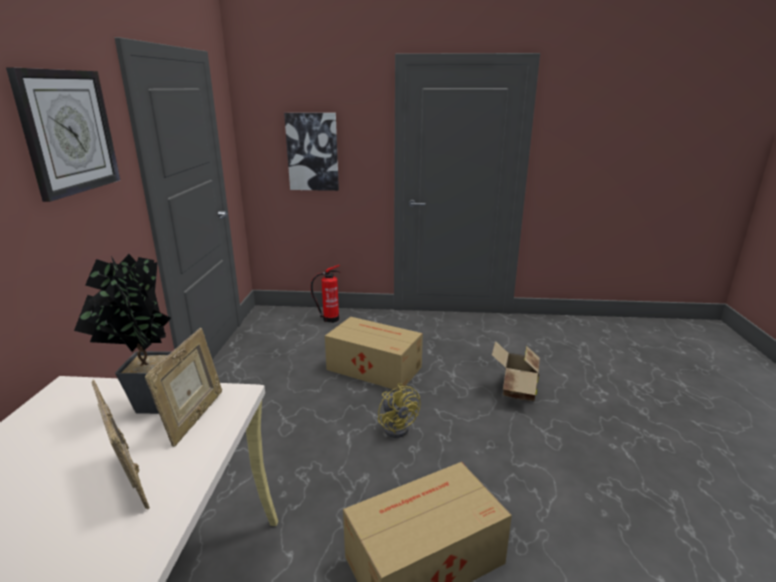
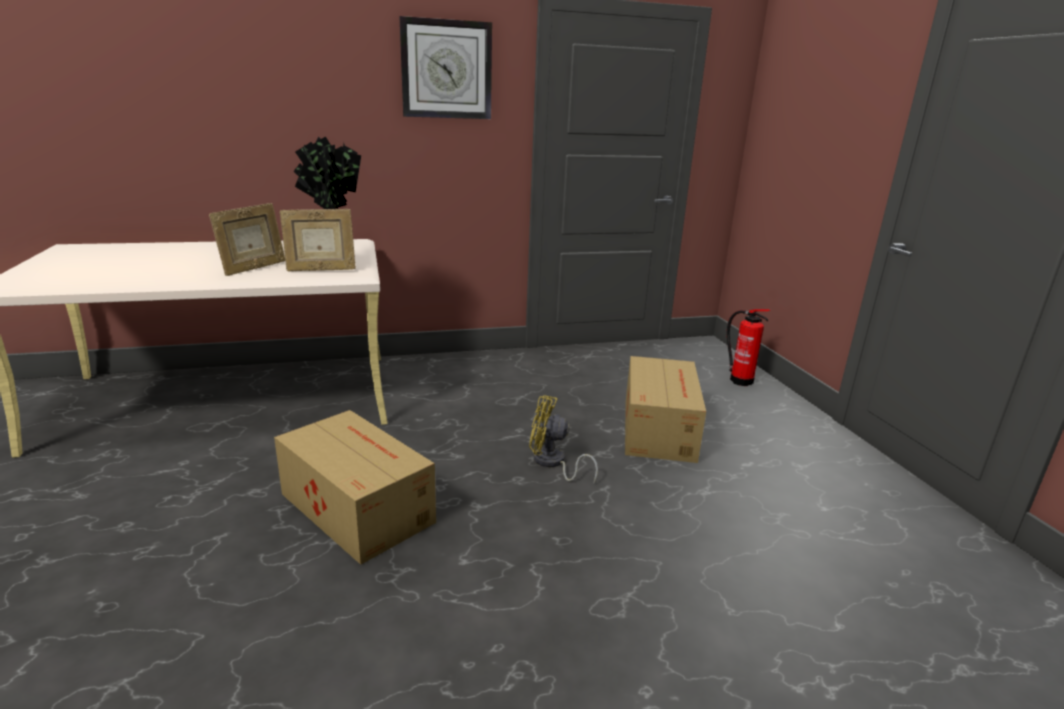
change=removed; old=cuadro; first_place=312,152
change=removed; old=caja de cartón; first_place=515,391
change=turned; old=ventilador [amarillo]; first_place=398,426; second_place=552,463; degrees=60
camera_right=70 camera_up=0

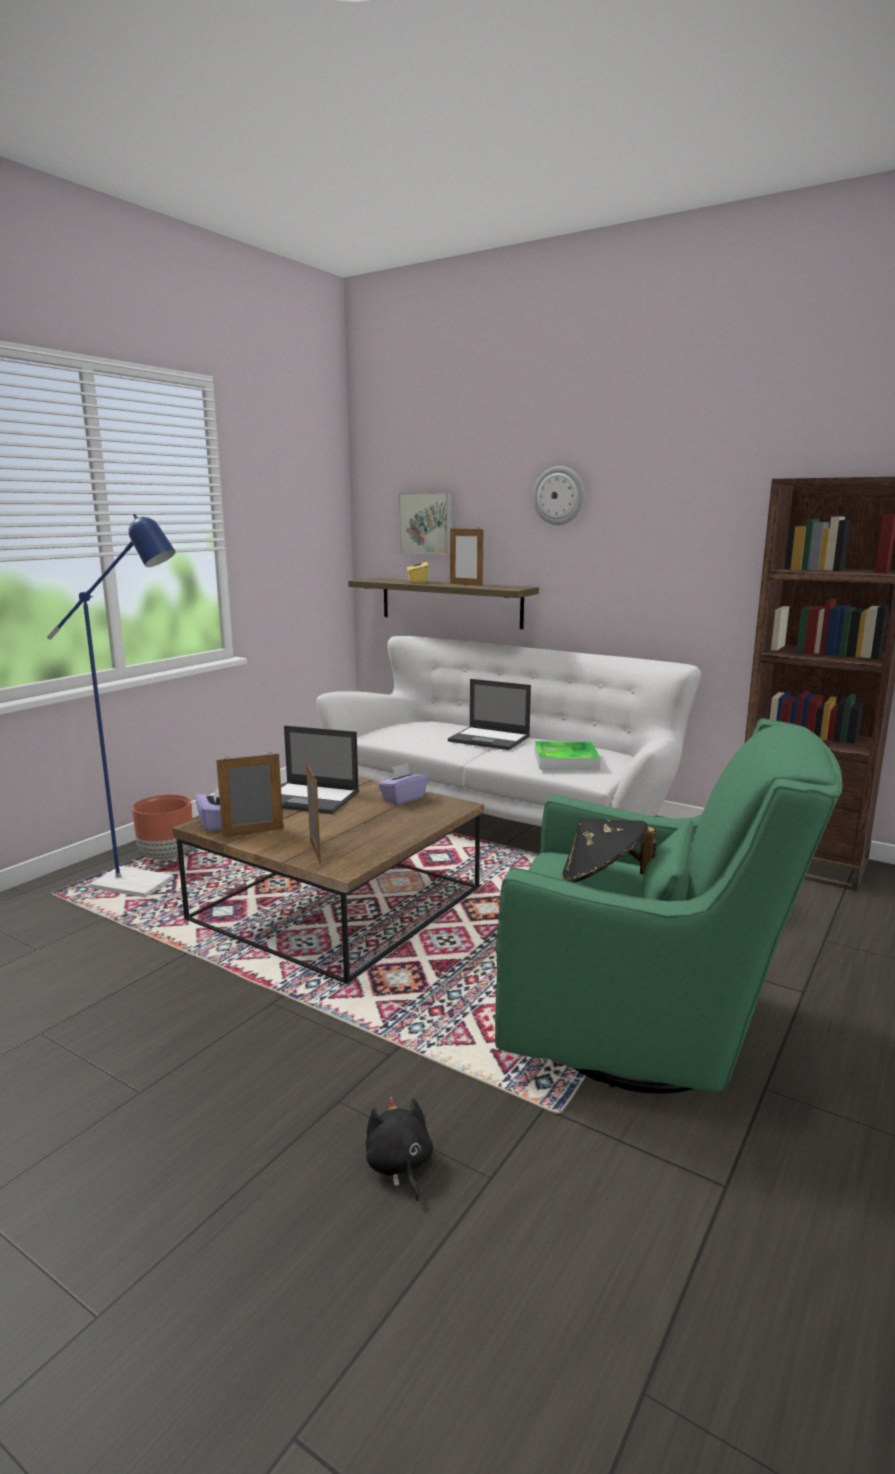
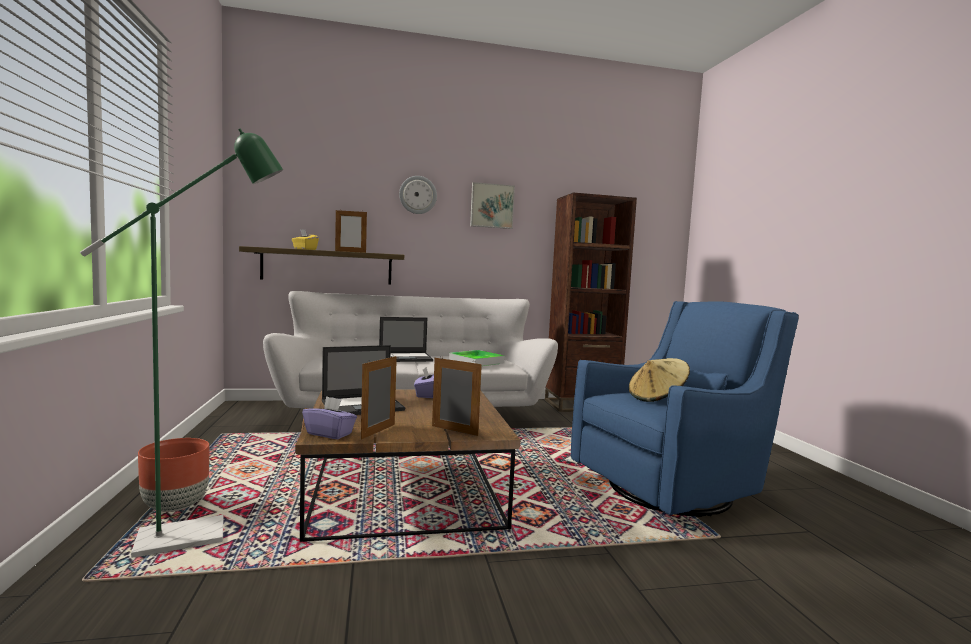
change=removed; old=peluche [negro]; first_place=399,1165
change=moved; old=cuadro; first_place=427,523; second_place=491,206
change=recoloured; old=lámpara de pie [azul]; new=lámpara de pie [verde]; first_place=144,886; second_place=199,535
change=recoloured; old=sillón [verde]; new=sillón [azul]; first_place=646,1031; second_place=673,488
change=recoloured; old=sombrero [negro]; new=sombrero [beis]; first_place=603,881; second_place=657,398
camera_right=-45 camera_up=-10

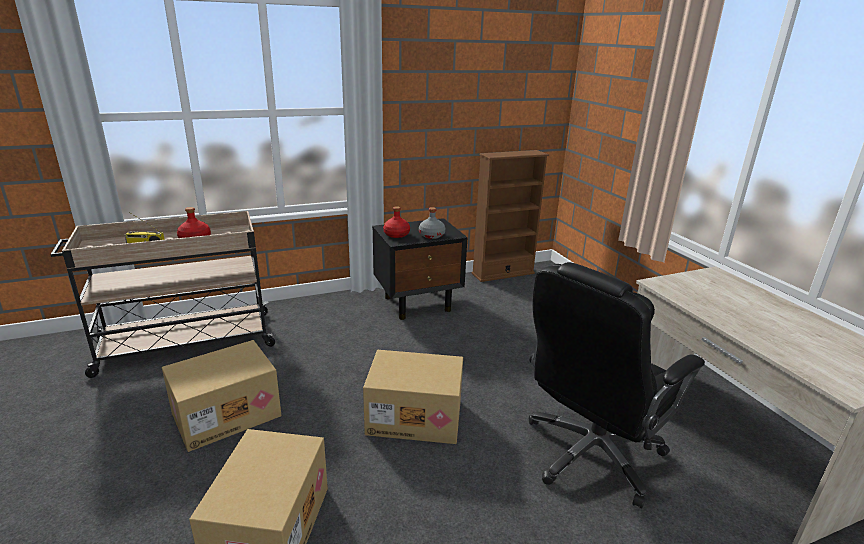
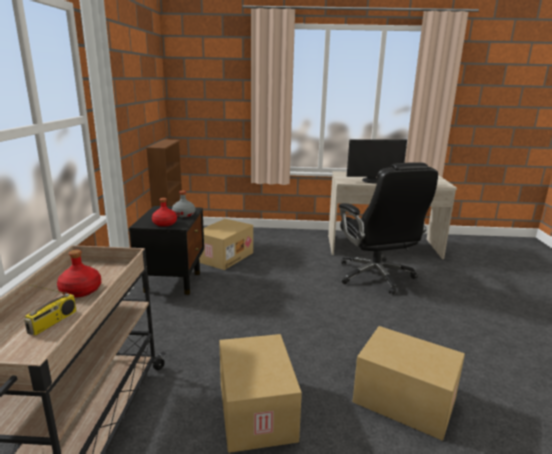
change=added; new=monitor; second_place=373,181
change=moved; old=caja de cartón; first_place=415,416; second_place=224,257
camera_right=-65 camera_up=-5

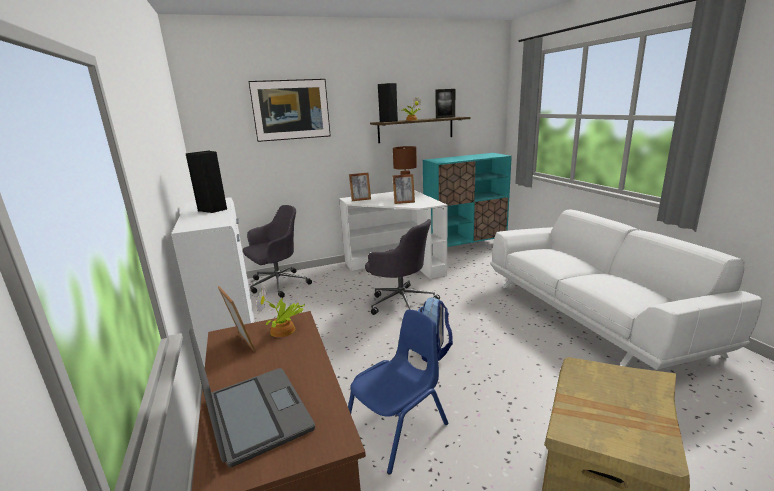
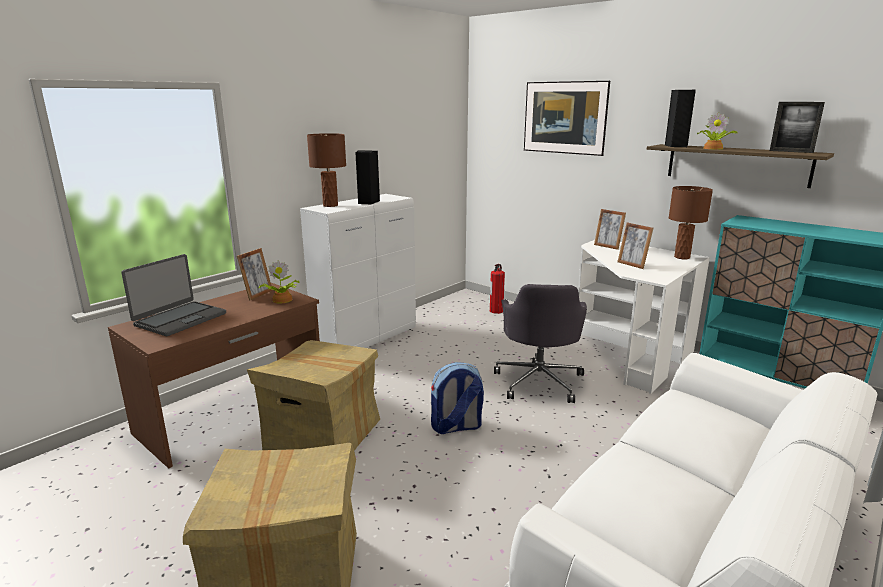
change=added; new=lámpara de mesa [marrón]; second_place=330,205
change=replaced; old=silla de oficina [gris]; new=extintor; first_place=278,284; second_place=496,310
change=replaced; old=silla [azul]; new=caja de cartón; first_place=397,429; second_place=323,437
camera_right=60 camera_up=0

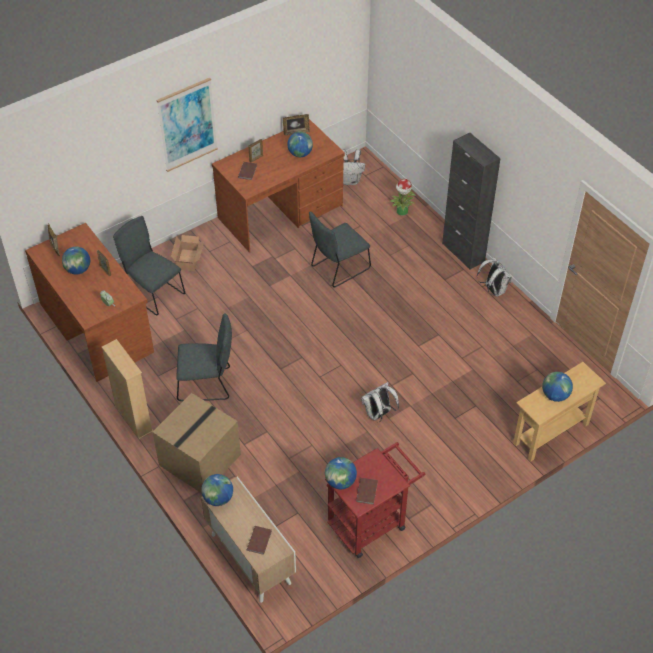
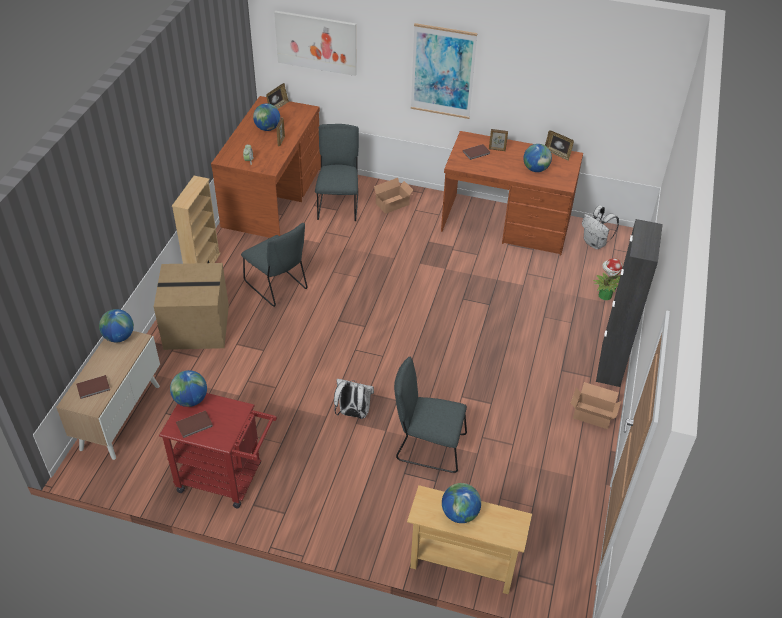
change=added; new=cuadro; second_place=316,42
change=moved; old=silla [gris]; first_place=338,268; second_place=427,447
change=replaced; old=mochila [blanco]; new=caja de cartón; first_place=493,290; second_place=592,413
camera_right=50 camera_up=-5

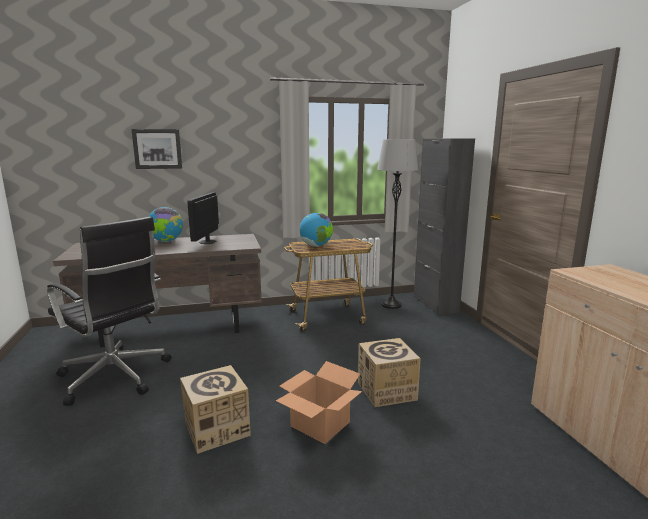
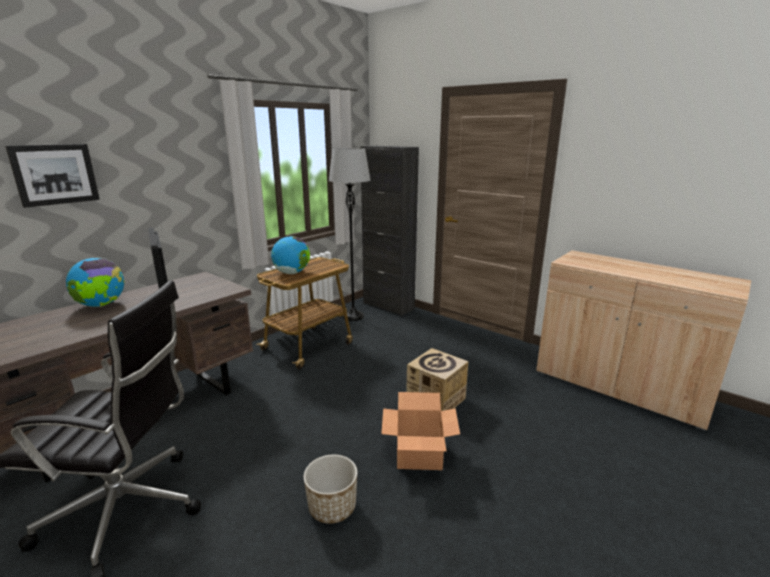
change=replaced; old=caja de cartón; new=maceta; first_place=216,429; second_place=332,507
camera_right=-35 camera_up=5

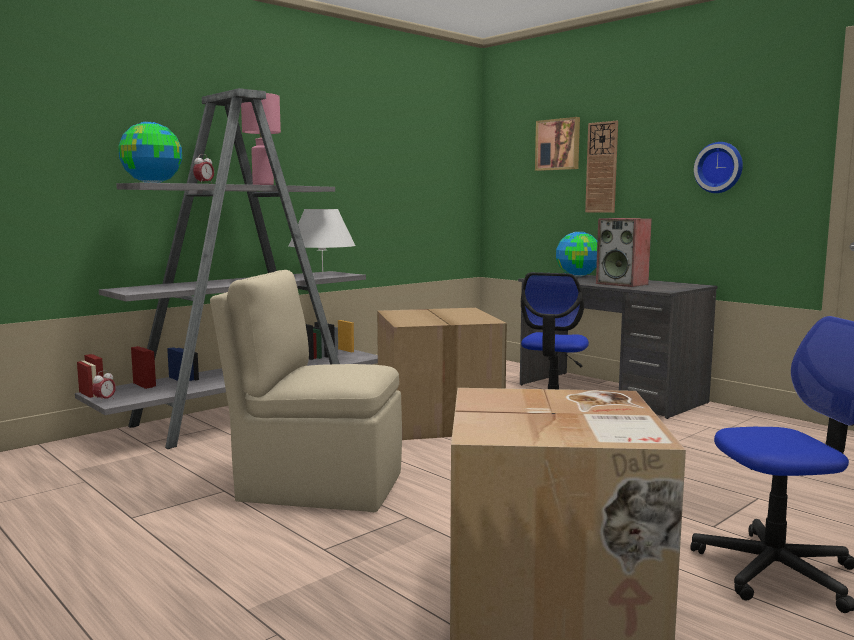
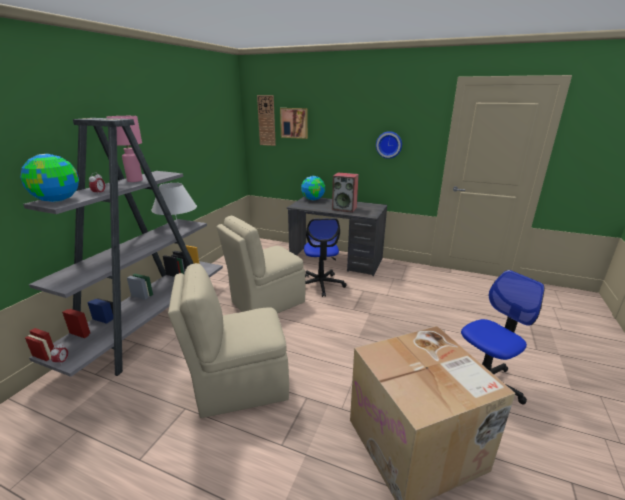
change=moved; old=reloj de pared; first_place=602,167; second_place=266,120
change=replaced; old=caja de cartón; new=silla [beis]; first_place=436,420; second_place=266,303
camera_right=-25 camera_up=15

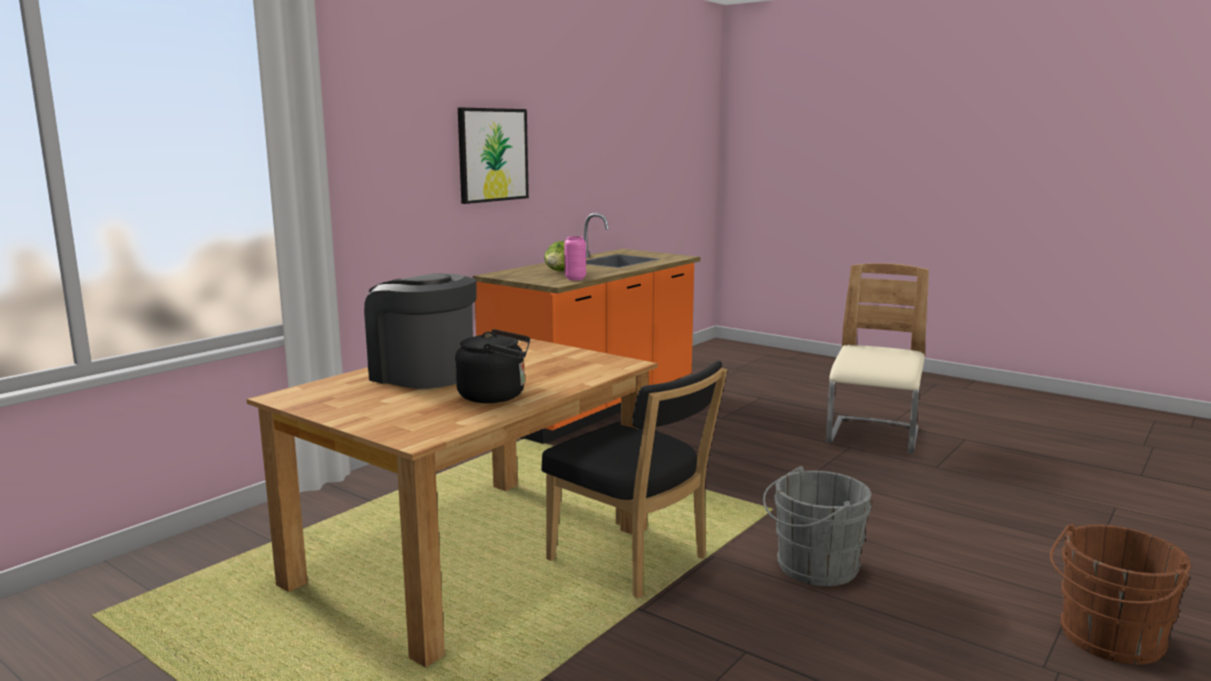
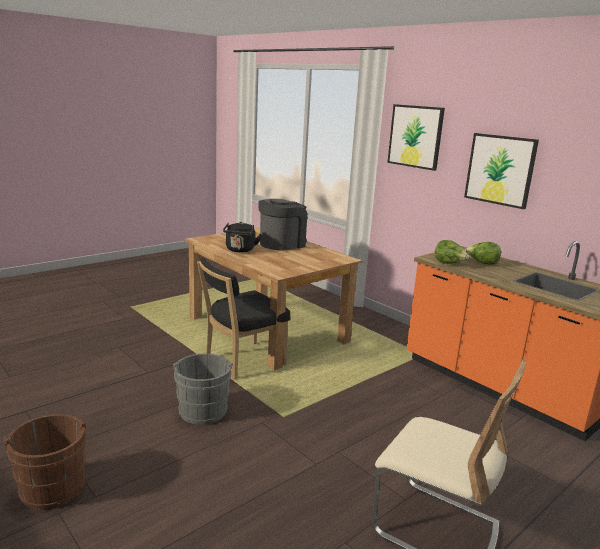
change=added; new=cuadro; second_place=415,136
change=replaced; old=florero [rosa]; new=lechuga; first_place=575,279; second_place=449,264
camera_right=100 camera_up=5

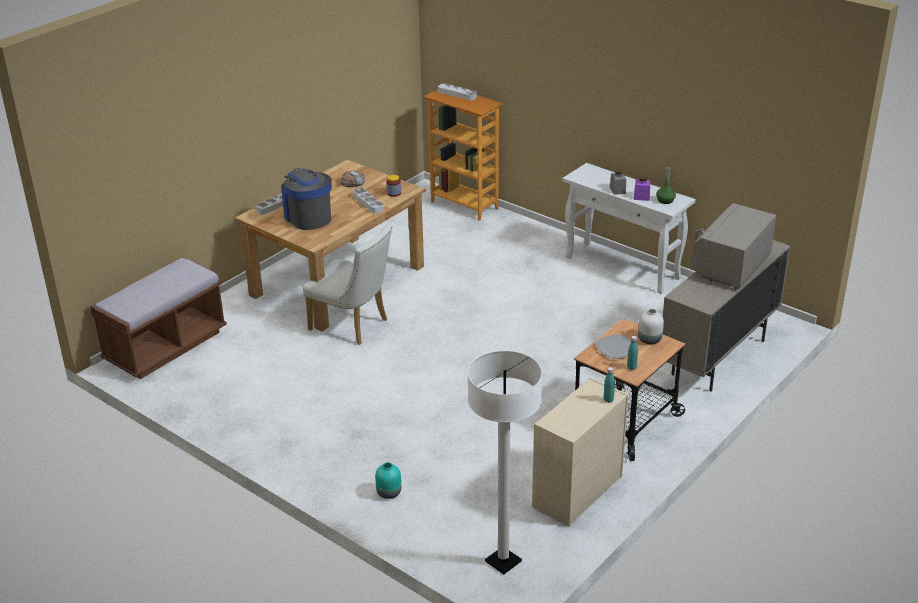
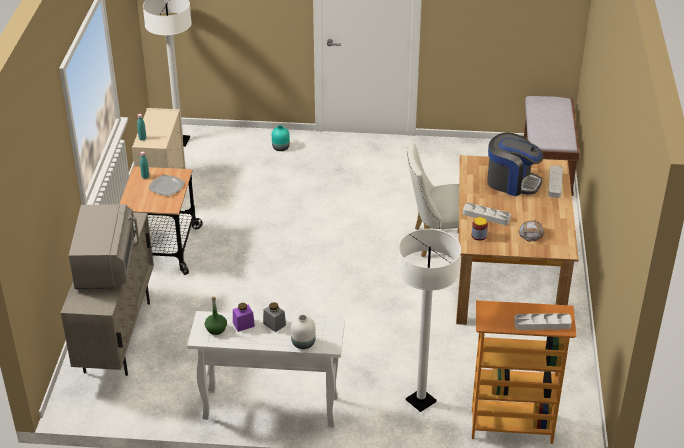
change=added; new=lámpara de pie [blanco]; second_place=421,401
change=moved; old=florero [blanco]; first_place=650,339; second_place=303,343
camera_right=145 camera_up=5

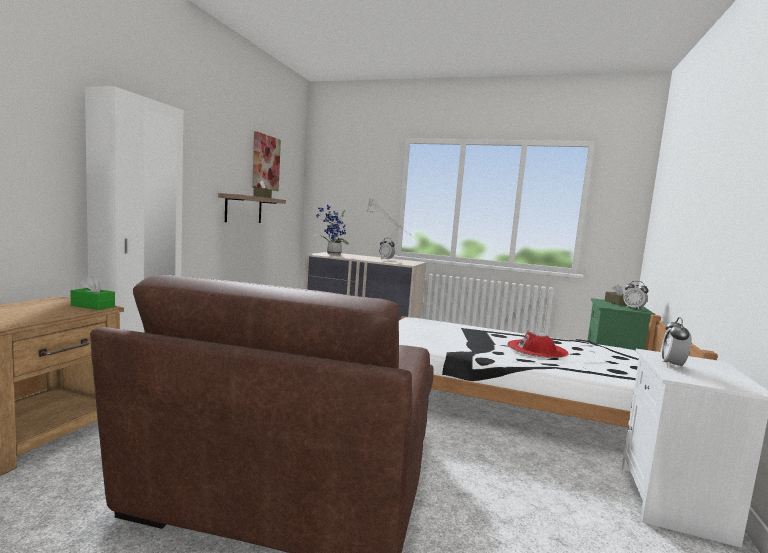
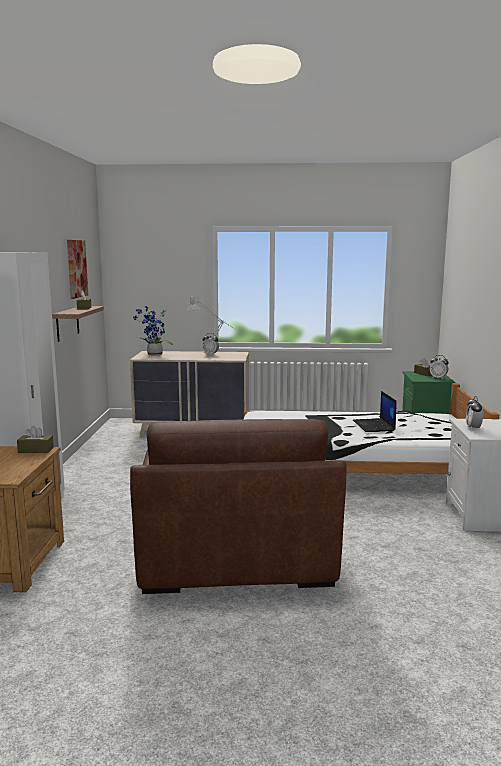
change=replaced; old=sombrero [rojo]; new=portátil; first_place=537,349; second_place=374,426
change=recoloured; old=caja de pañuelos [verde]; new=caja de pañuelos [marrón]; first_place=93,306; second_place=36,450
camera_right=-15 camera_up=5

